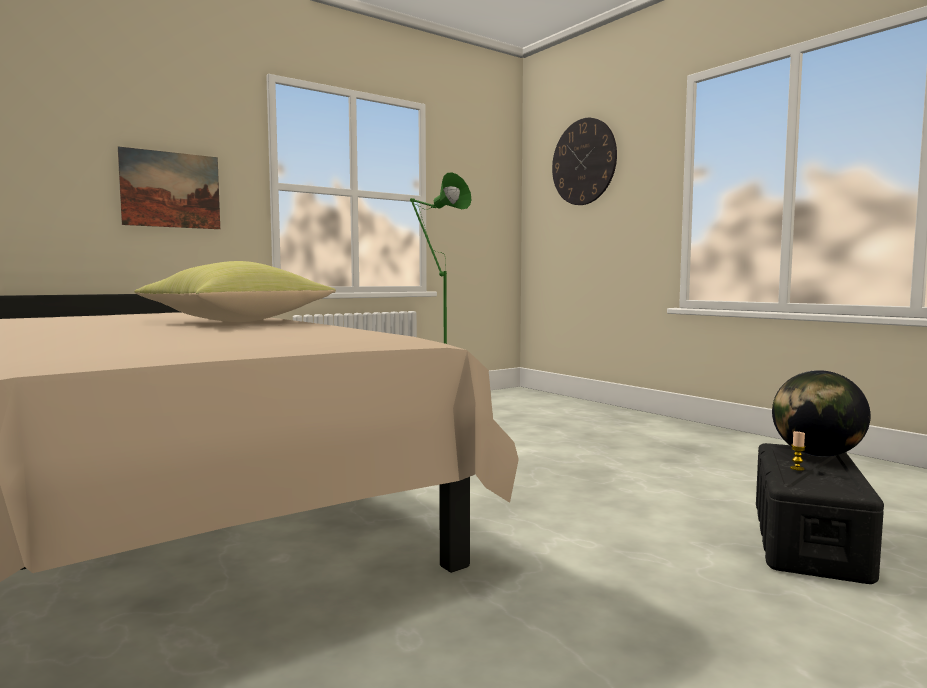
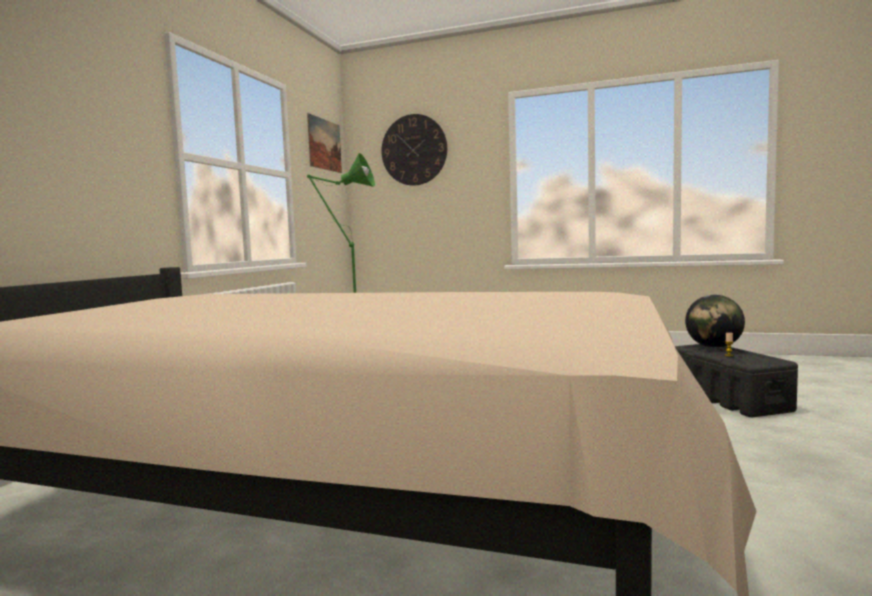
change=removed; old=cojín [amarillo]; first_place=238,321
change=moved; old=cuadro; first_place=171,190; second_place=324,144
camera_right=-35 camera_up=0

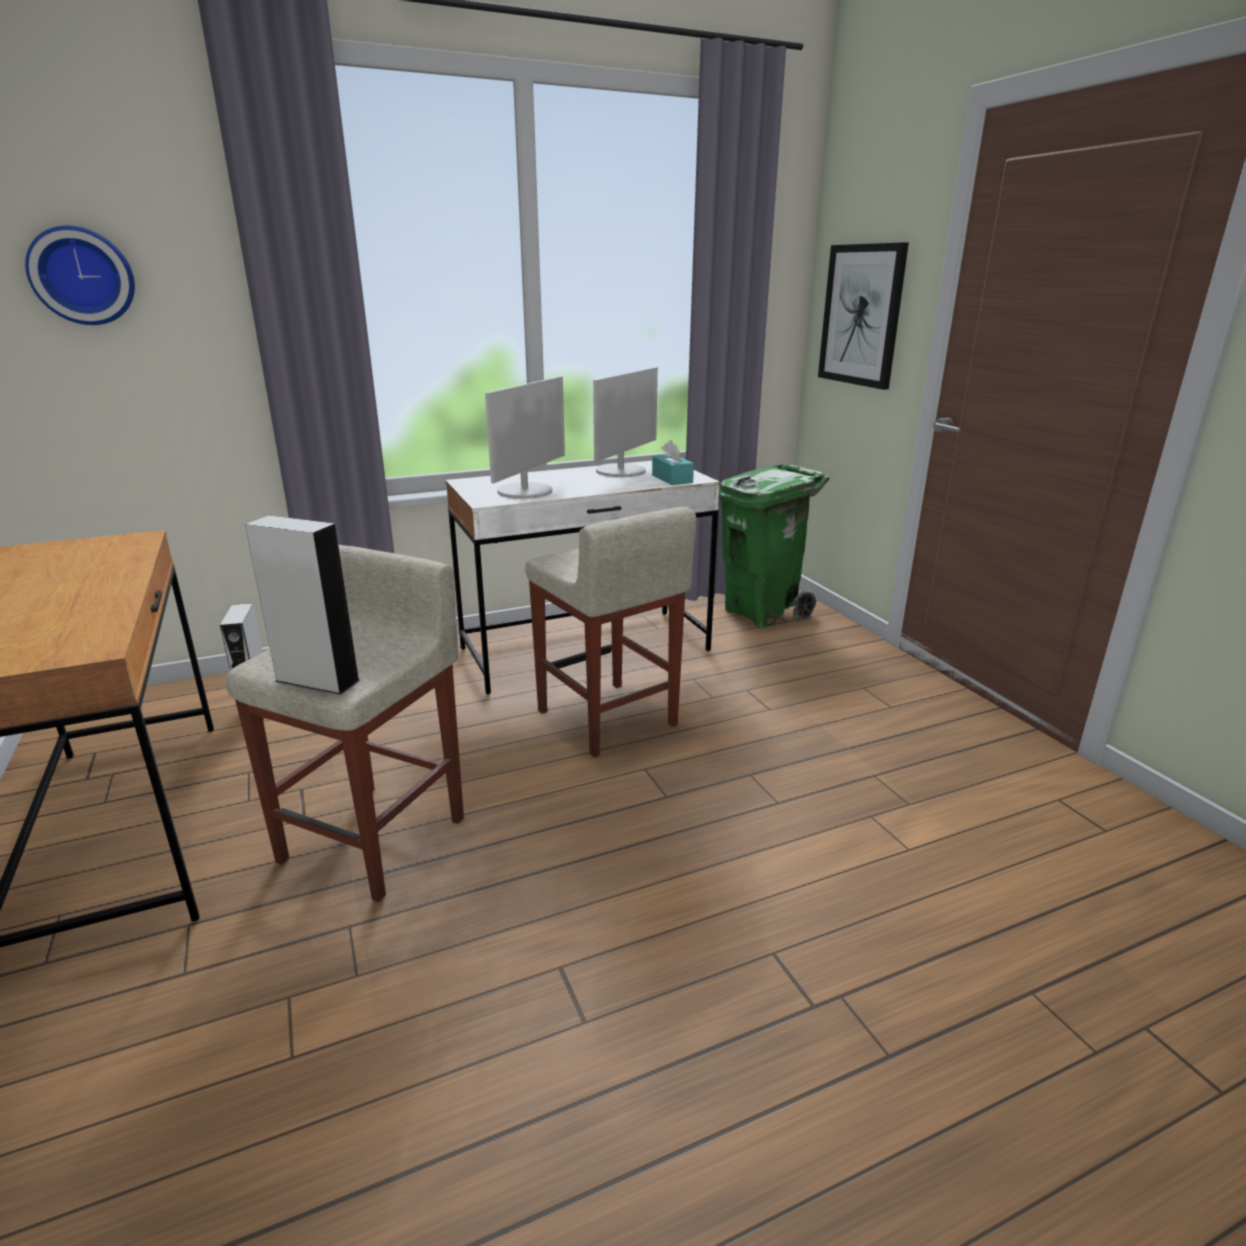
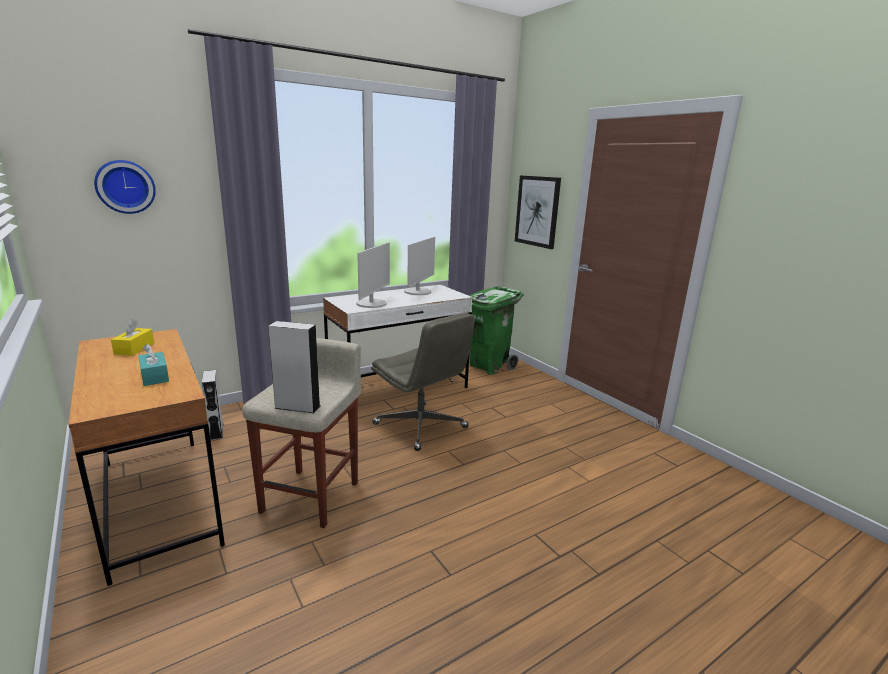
change=added; new=caja de pañuelos [amarillo]; second_place=134,348
change=moved; old=caja de pañuelos [turquesa]; first_place=672,479; second_place=154,376
change=replaced; old=taburete [beis]; new=silla de oficina [gris]; first_place=607,719; second_place=421,426
camera_right=-10 camera_up=-5

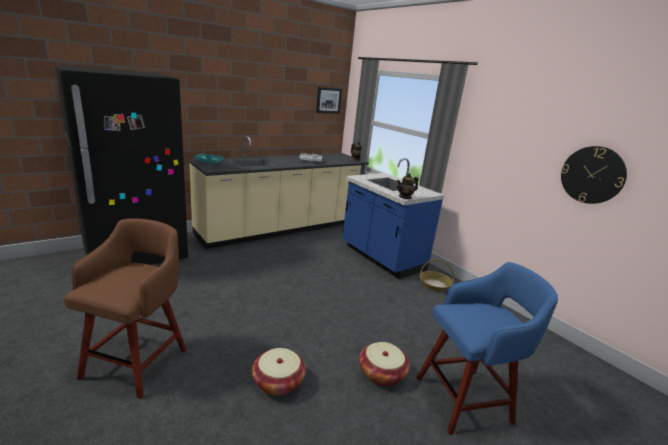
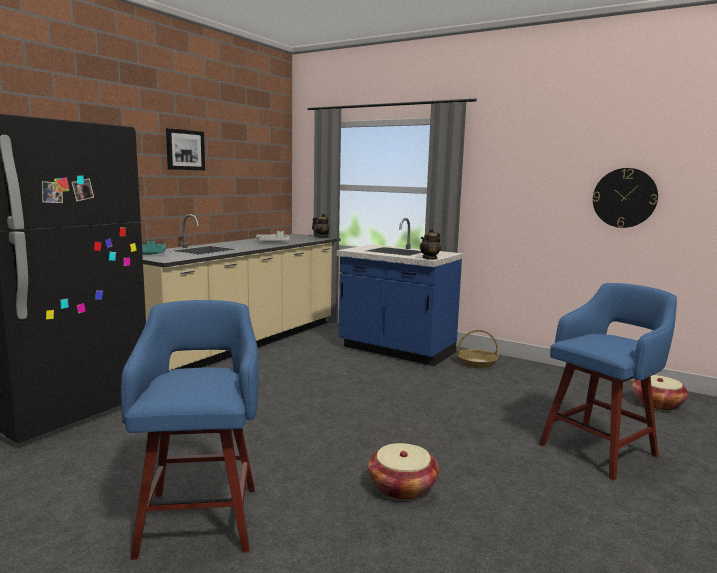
change=moved; old=cuadro; first_place=328,100; second_place=185,150
change=moved; old=cesta; first_place=382,374; second_place=657,404
change=recoloured; old=taburete [marrón]; new=taburete [azul]; first_place=138,361; second_place=200,517
camera_right=-20 camera_up=-10

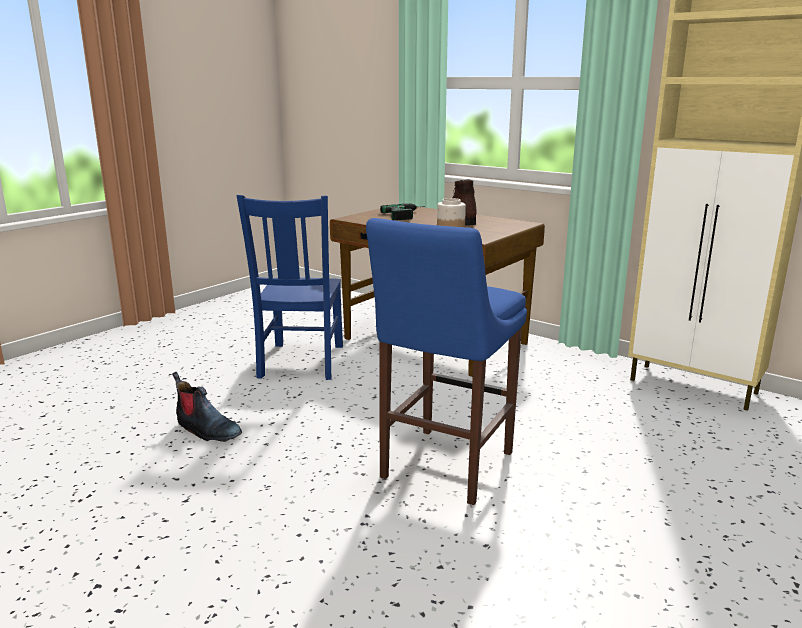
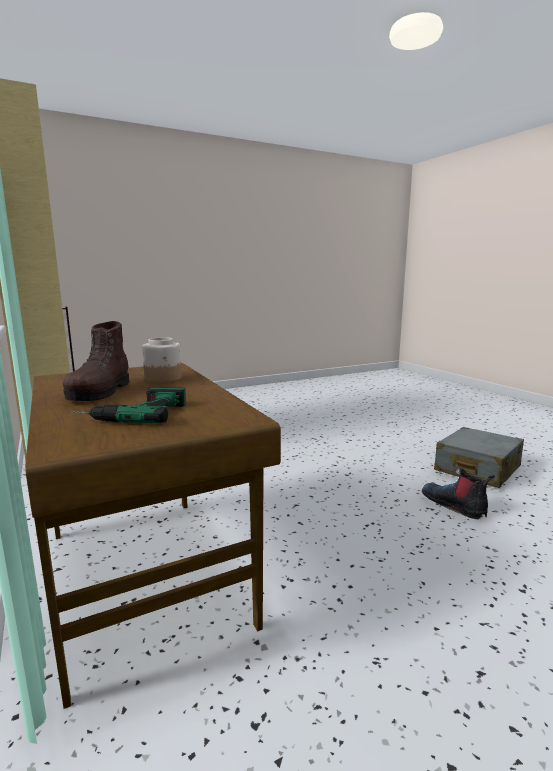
change=removed; old=silla [azul]; first_place=301,362
change=removed; old=taburete [azul]; first_place=443,467
change=added; new=maleta [gris]; second_place=477,469
camera_right=-155 camera_up=-5

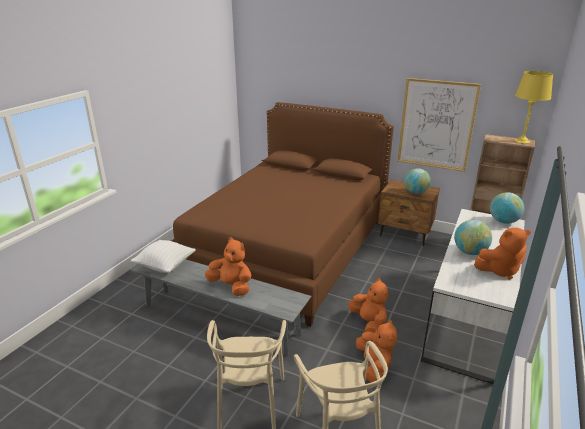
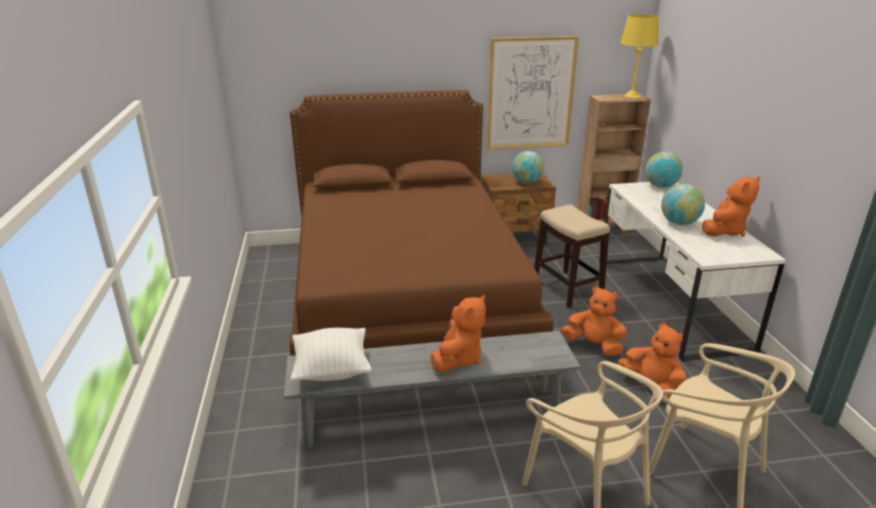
change=added; new=taburete; second_place=566,288
change=turned; old=peluche [naranja]; first_place=231,286; second_place=458,358; degrees=120
camera_right=-35 camera_up=0

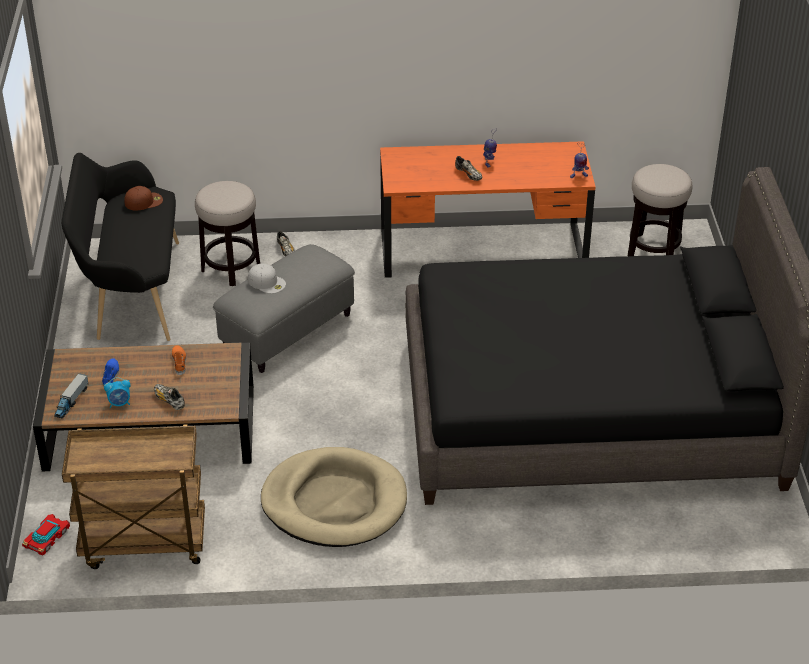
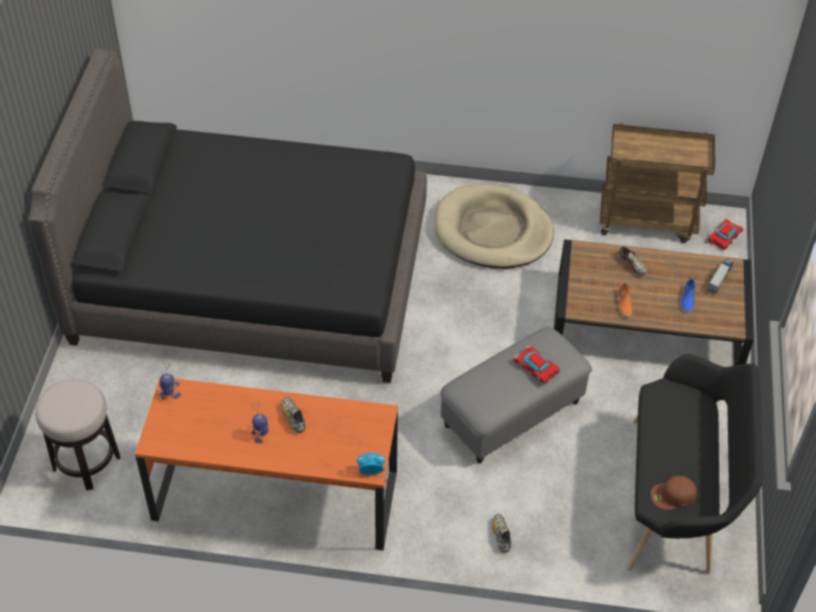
change=removed; old=taburete; first_place=231,268
change=moved; old=despertador; first_place=120,403; second_place=371,471
change=replaced; old=gorra [blanco]; new=coche de juguete; first_place=267,282; second_place=535,368
camera_right=-170 camera_up=10

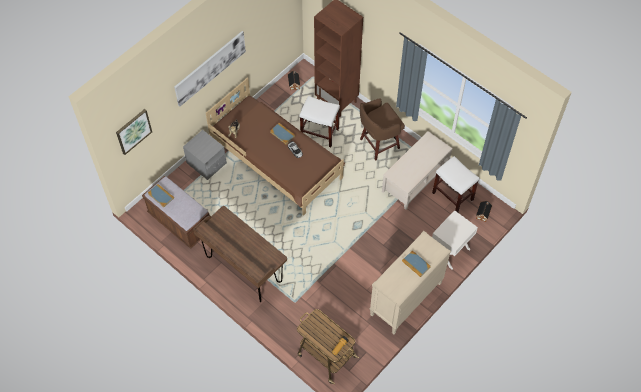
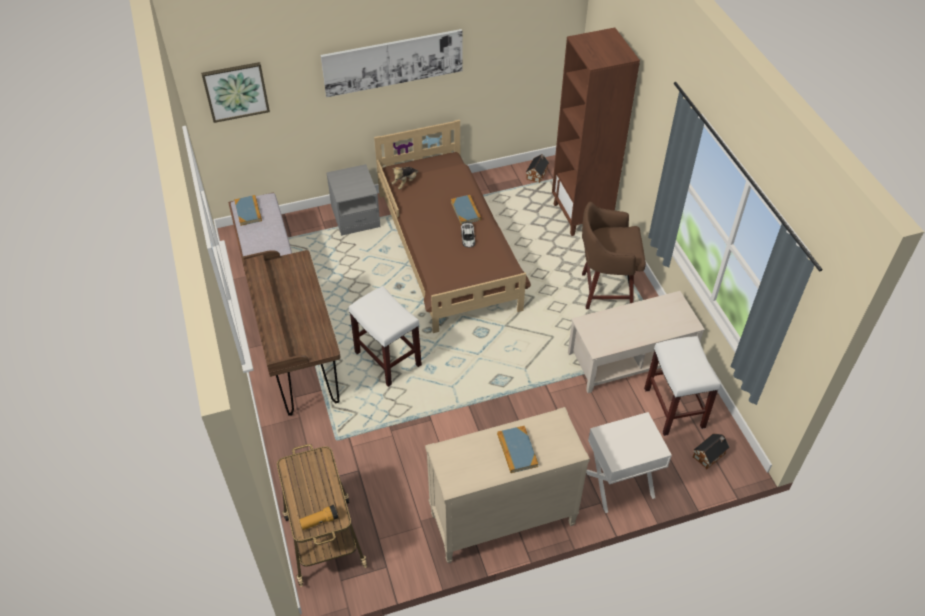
change=moved; old=taburete [blanco]; first_place=320,133; second_place=388,359
camera_right=30 camera_up=-10

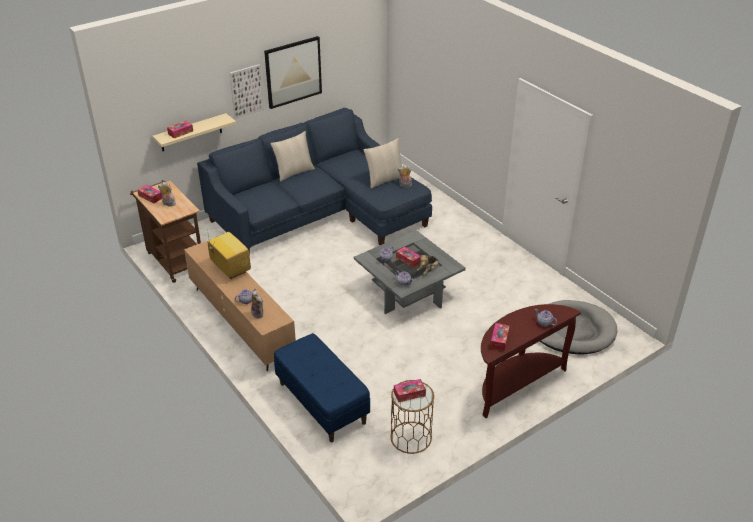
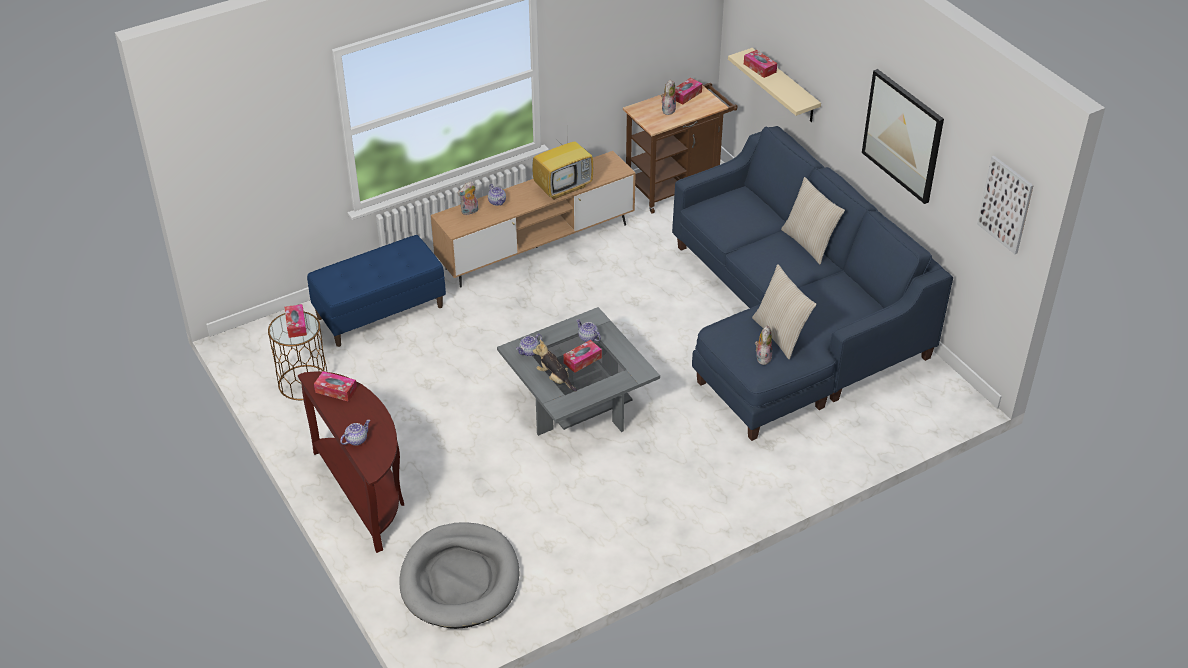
change=moved; old=cuadro; first_place=246,91; second_place=1005,204
camera_right=95 camera_up=5

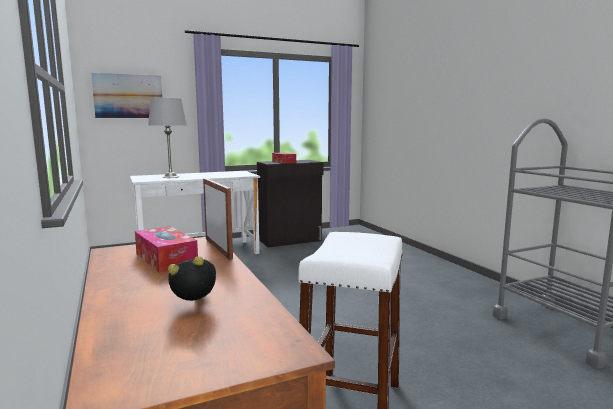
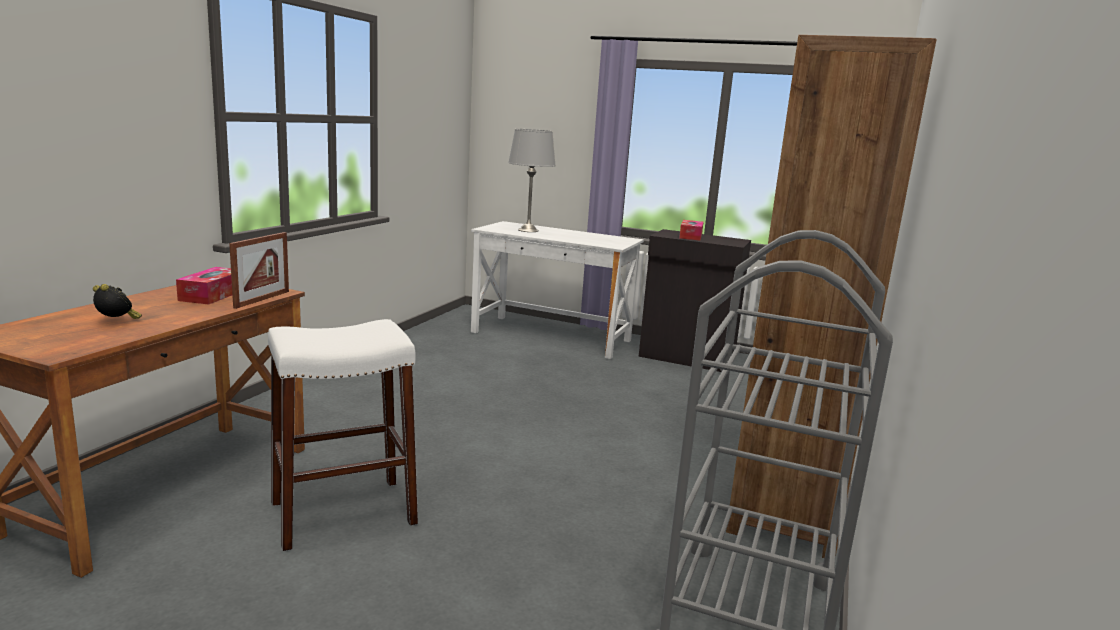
change=removed; old=cuadro; first_place=128,96
change=added; new=estantería [marrón]; second_place=785,516
camera_right=45 camera_up=5

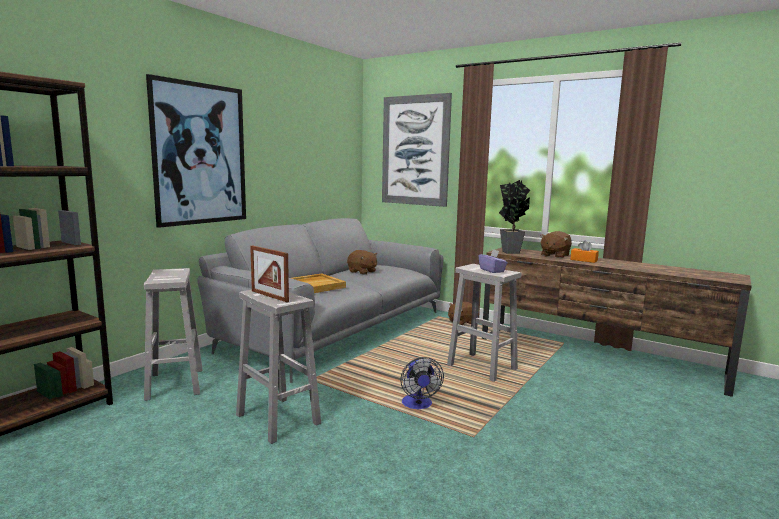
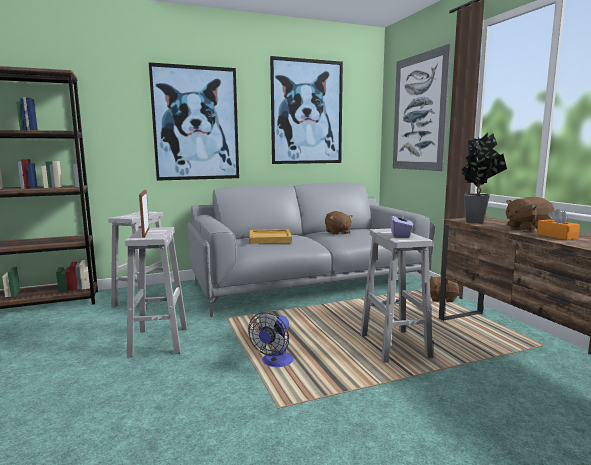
change=added; new=cuadro; second_place=307,112
camera_right=35 camera_up=0

